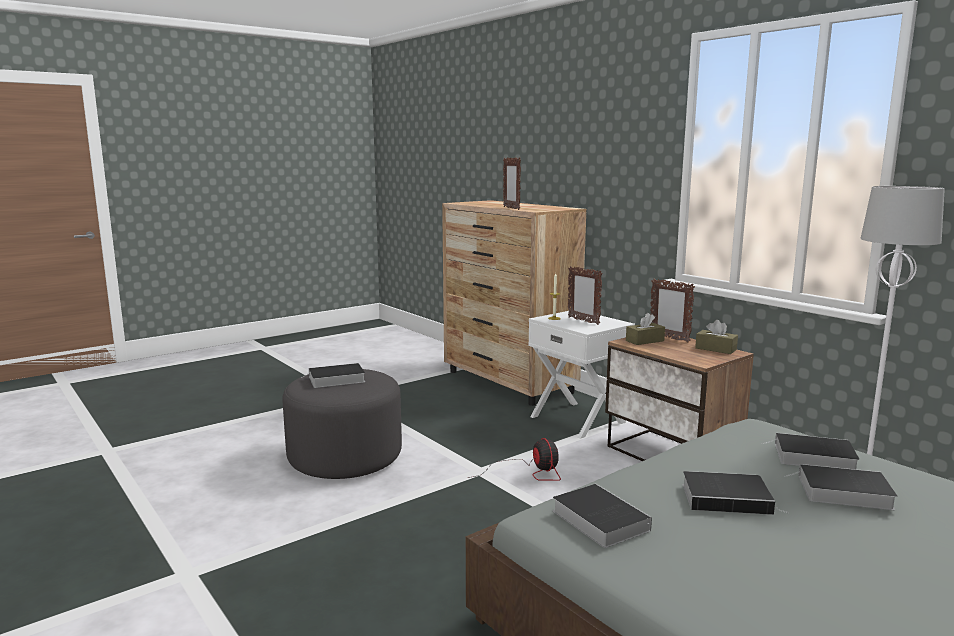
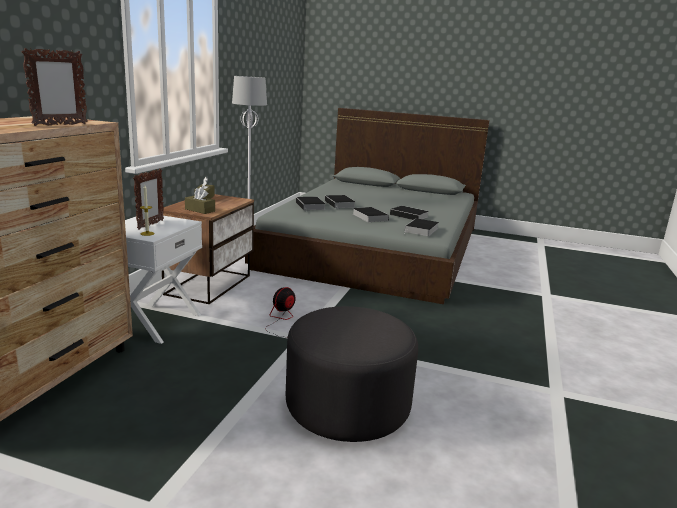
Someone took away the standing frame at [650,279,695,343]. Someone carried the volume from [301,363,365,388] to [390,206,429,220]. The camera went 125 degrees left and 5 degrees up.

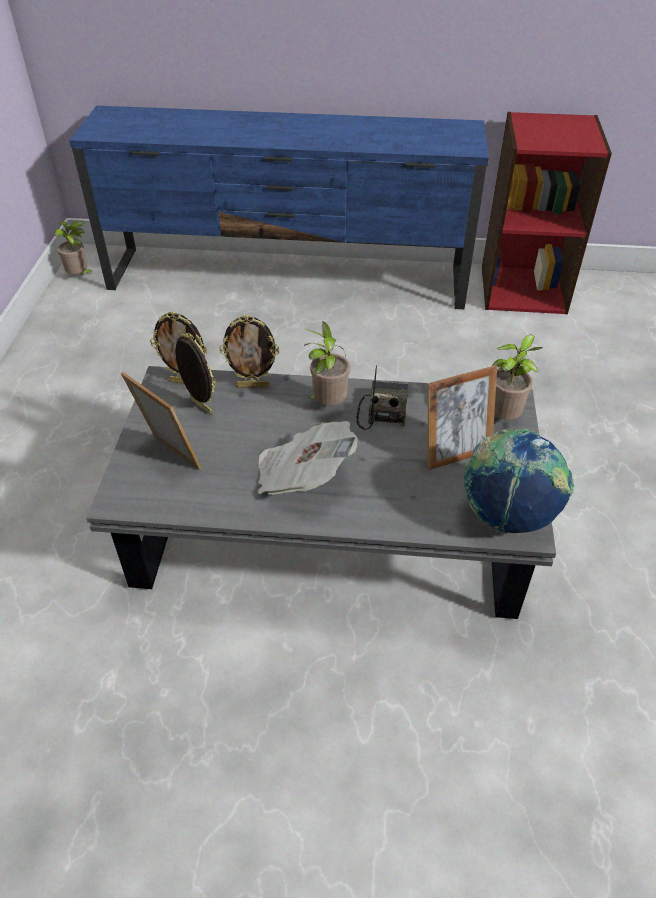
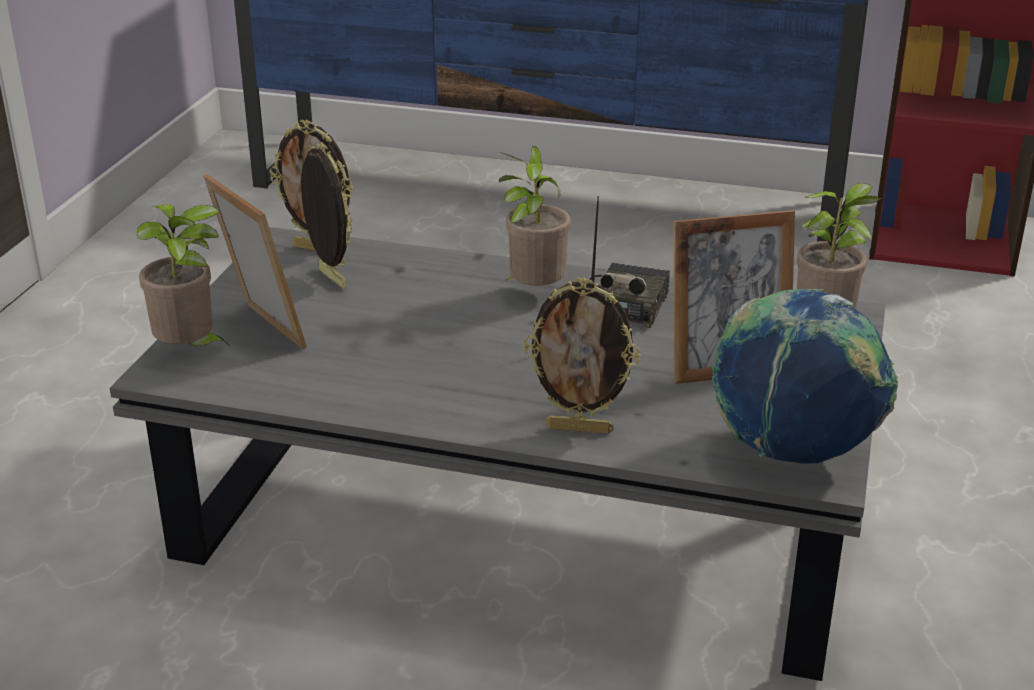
Someone carried the potted plant from [54,221,94,274] to [137,204,229,346]. Someone carried the standing frame from [219,315,279,388] to [524,278,640,434]. Someone took away the daily paper at [258,421,358,495]. The camera went 10 degrees right and 15 degrees down.

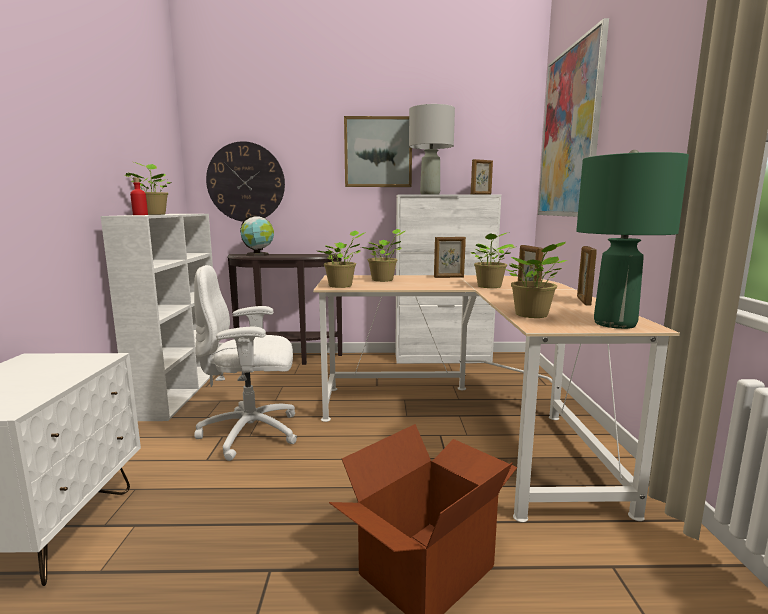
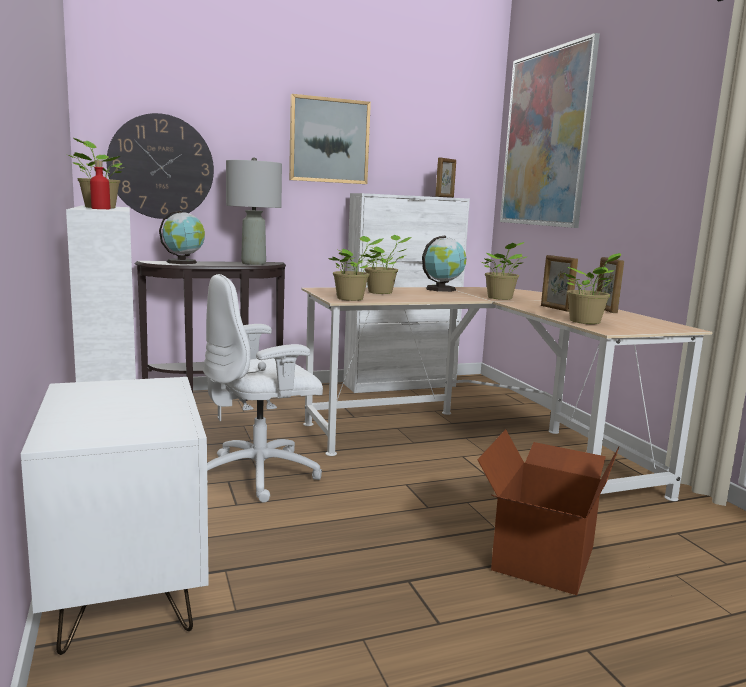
Someone carried the gray table lamp from [409,104,455,195] to [226,157,282,265]. Someone took away the green table lamp at [576,150,689,329]. Someone swapped the standing frame at [434,237,466,278] for the desk globe at [422,236,466,292]. The camera went 20 degrees left and 0 degrees up.

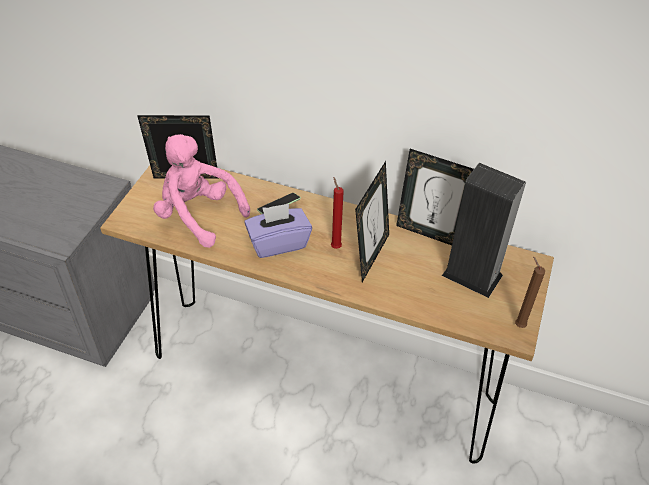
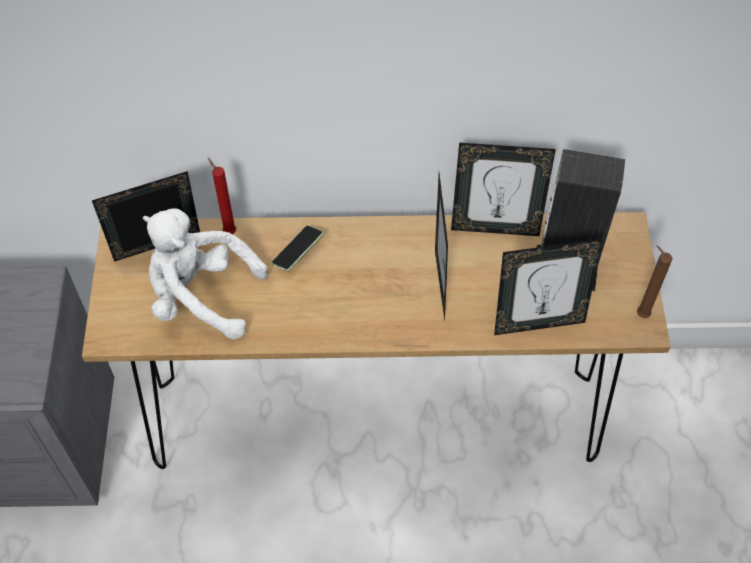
Someone repainted the pink plush toy at [153,134,250,248], which became the whitish plush toy at [143,208,268,340]. Someone carried the red wax candle from [331,177,344,249] to [207,157,236,234]. Someone took away the purple-coloured tissue holder at [244,203,312,258]. Someone put down the standing frame at [494,239,603,335]. The camera went 20 degrees left and 10 degrees up.

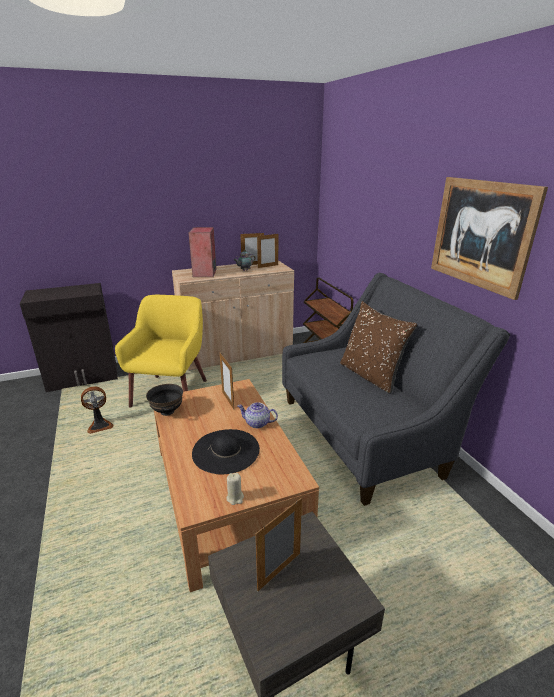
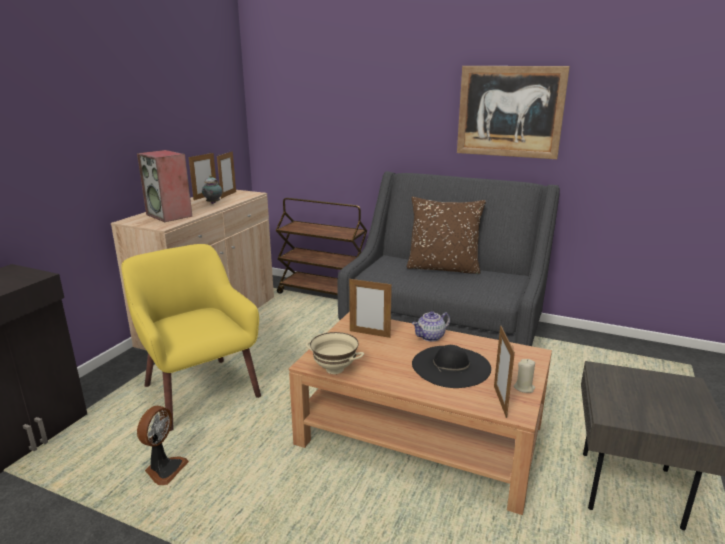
Someone repainted the blackish deep dish at [146,384,183,416], which became the beige deep dish at [306,332,364,374]. Someone carried the standing frame from [255,498,302,591] to [494,326,515,418]. The camera went 45 degrees left and 5 degrees down.

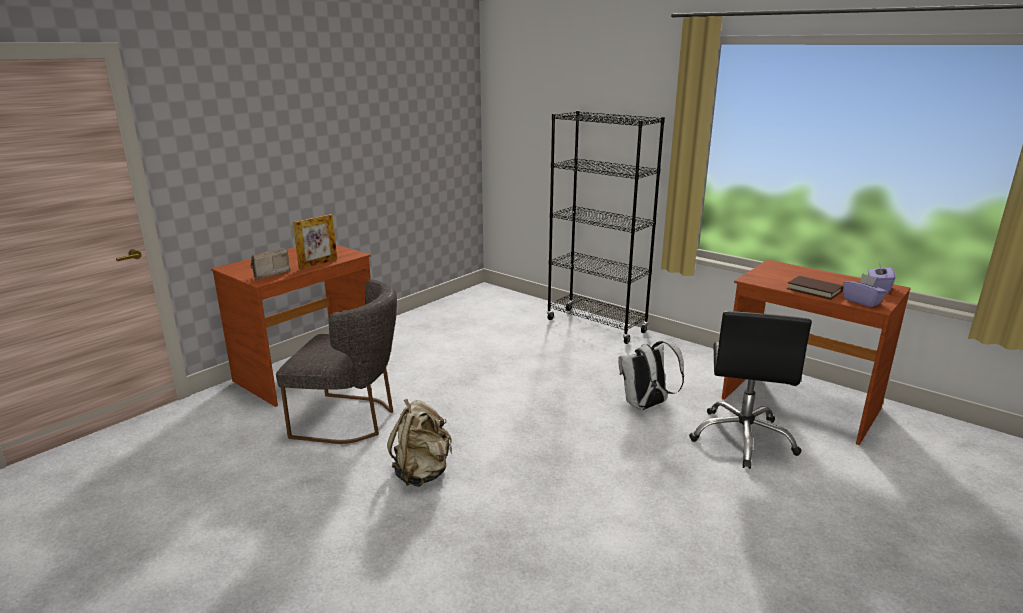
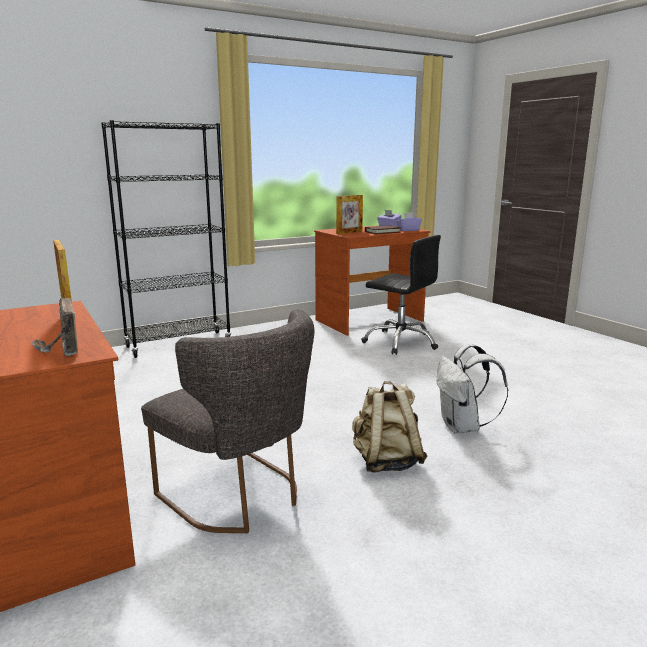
Someone rotated the gray chair at [276,279,397,444] by 105 degrees clockwise. Someone carried the whitish knapsack from [618,340,684,410] to [436,344,508,434]. Someone put down the standing frame at [336,195,363,234]. The camera went 70 degrees left and 5 degrees down.

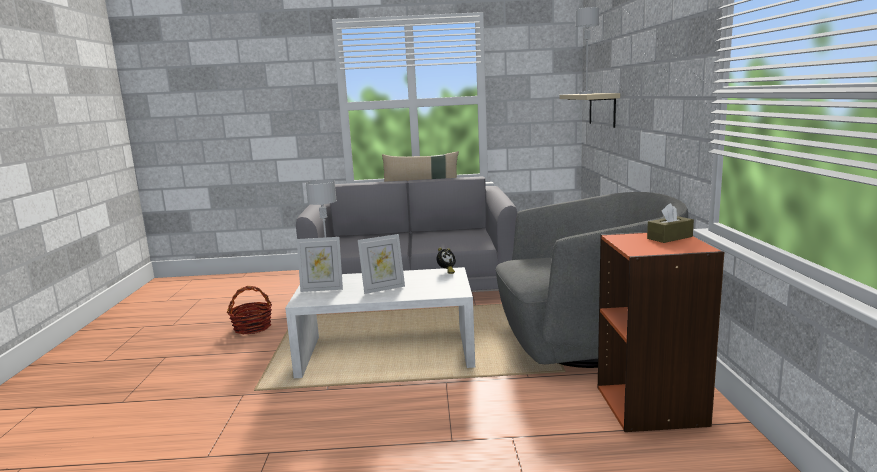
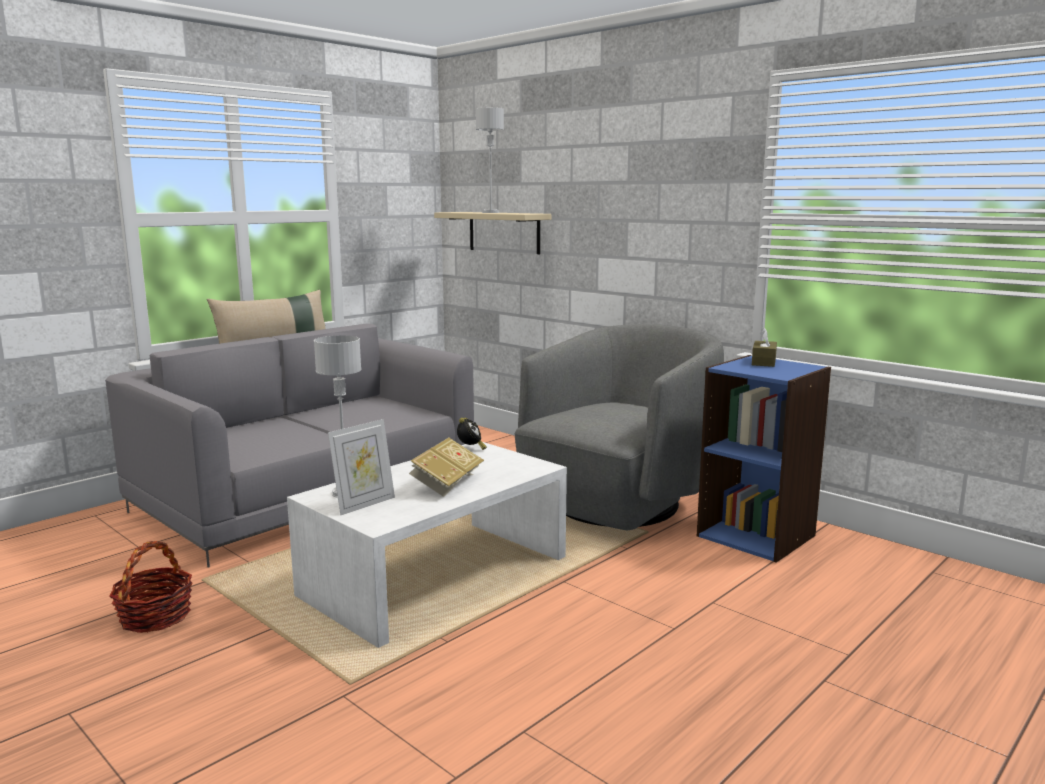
Someone repainted the orange-coloured bookshelf at [598,232,724,432], which became the blue bookshelf at [697,355,831,563]. Someone swapped the standing frame at [358,234,405,294] for the volume at [409,438,484,497]. The camera went 45 degrees left and 0 degrees up.

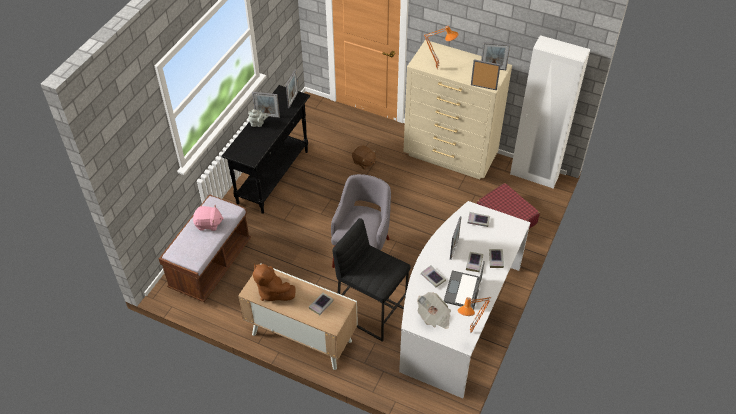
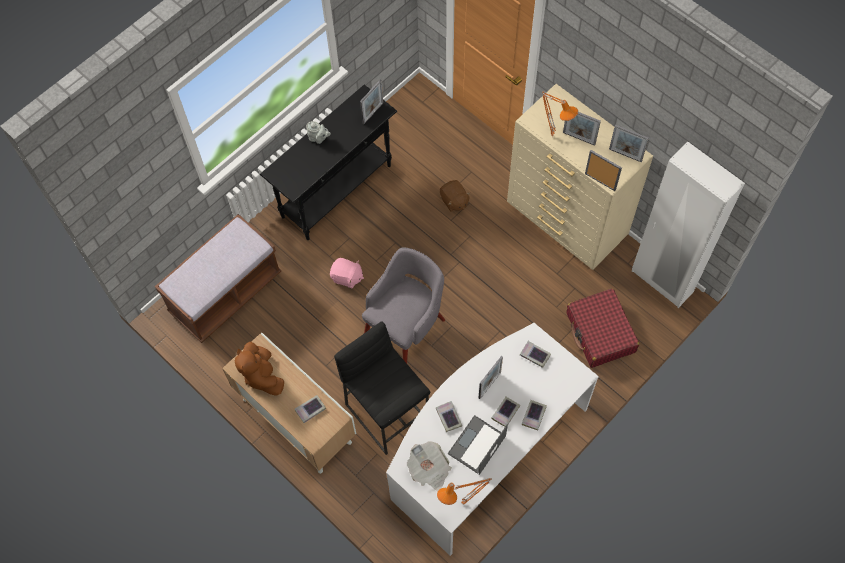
Someone carried the standing frame from [252,92,280,118] to [563,112,601,146]. Someone carried the pink plush toy from [193,205,224,231] to [330,258,364,288]. The camera went 20 degrees right and 15 degrees up.

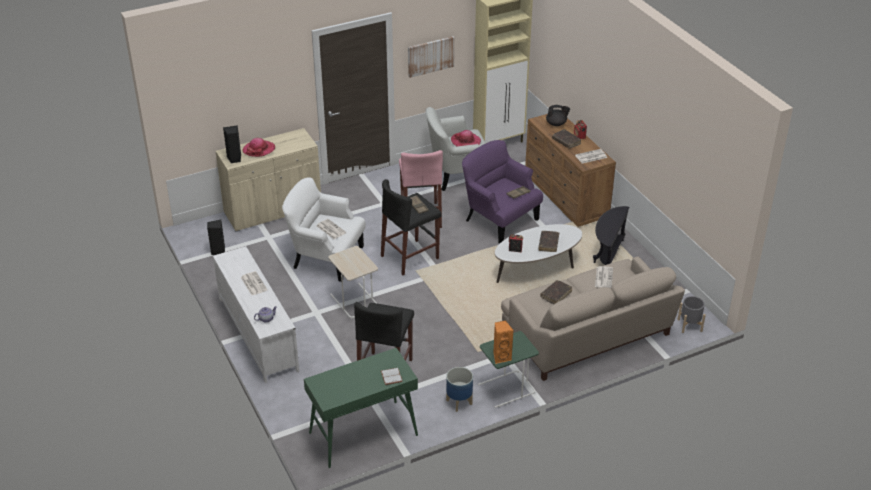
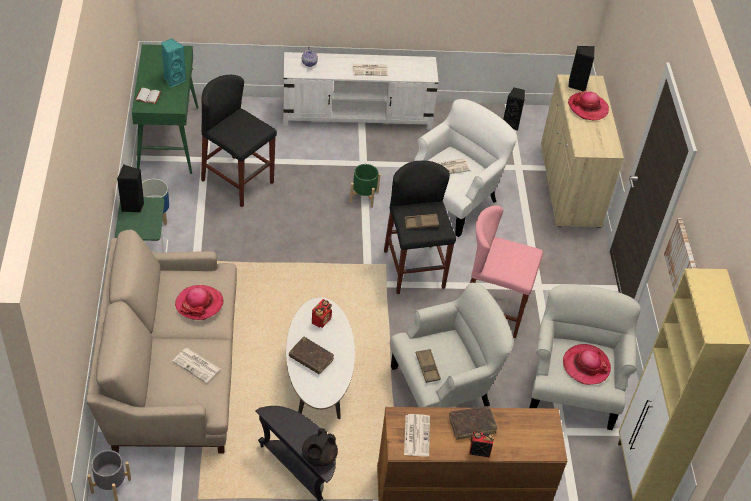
Someone carried the blackish pot for tea from [546,105,570,126] to [302,428,338,466]. Someone repainted the purple-coloured easy chair at [462,140,543,244], which became the whitish easy chair at [390,283,514,407]. Someone swapped the beige side table at [328,246,378,319] for the green plant pot at [350,164,380,208]. Someone swapped the brown volume at [540,280,573,304] for the wearable hat at [175,285,223,320]. Someone repainted the orange-coloured audio speaker at [493,320,513,364], which became the blackish audio speaker at [117,165,144,213]. Someone put down the turquoise audio speaker at [161,38,186,88]. The camera went 110 degrees right and 10 degrees up.

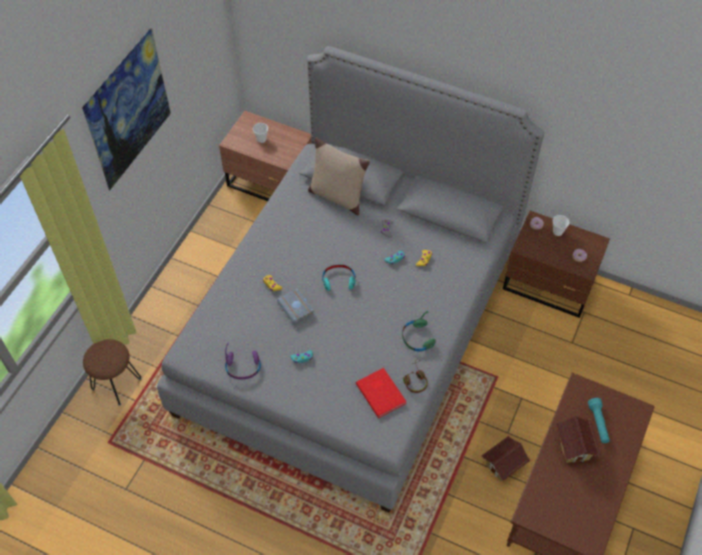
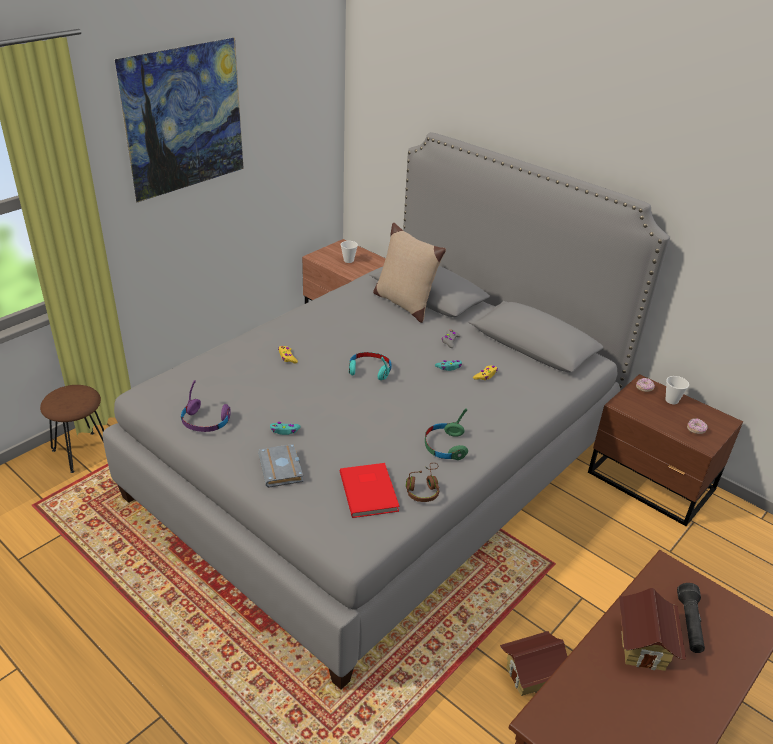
Someone carried the gray volume from [277,288,315,325] to [258,444,303,488]. Someone repainted the turquoise flashlight at [588,398,610,443], which became the blackish flashlight at [677,583,705,653]. The camera went 15 degrees right and 20 degrees down.

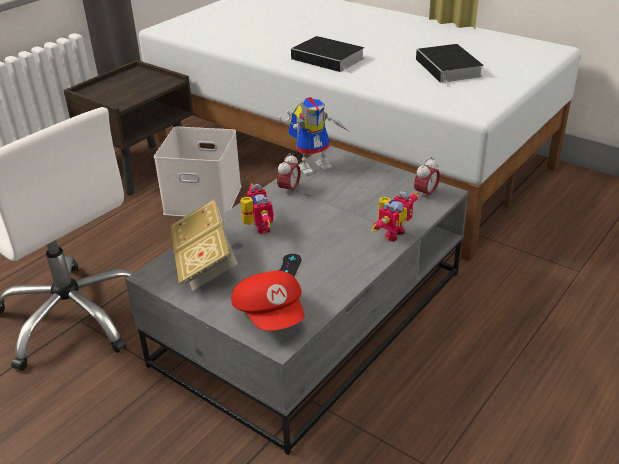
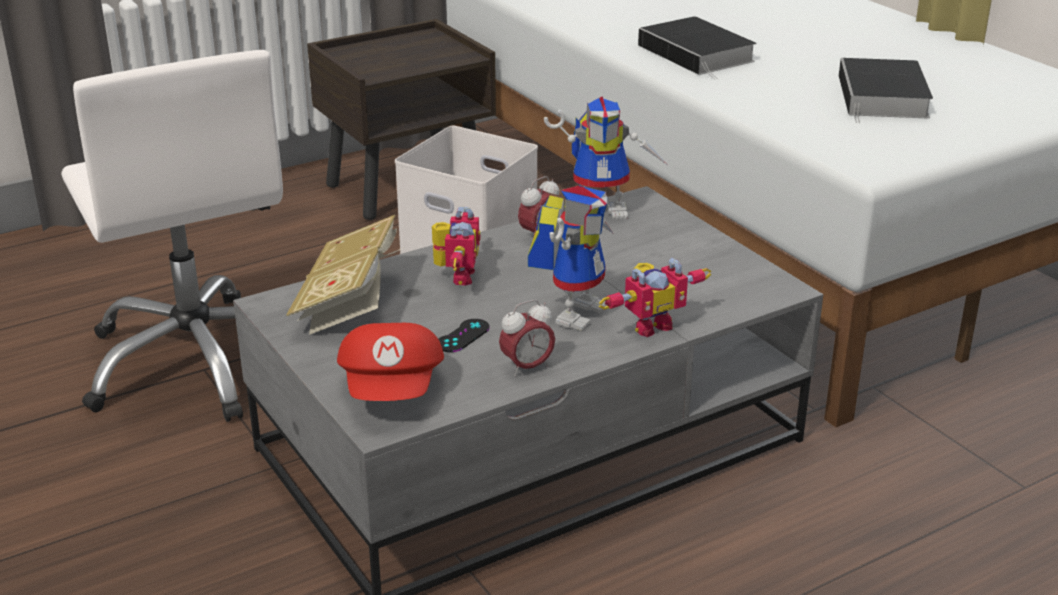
Someone carried the bedside clock from [414,157,440,200] to [499,300,555,377]. Someone put down the robot figure at [528,186,614,331]. The camera went 20 degrees right and 5 degrees down.

